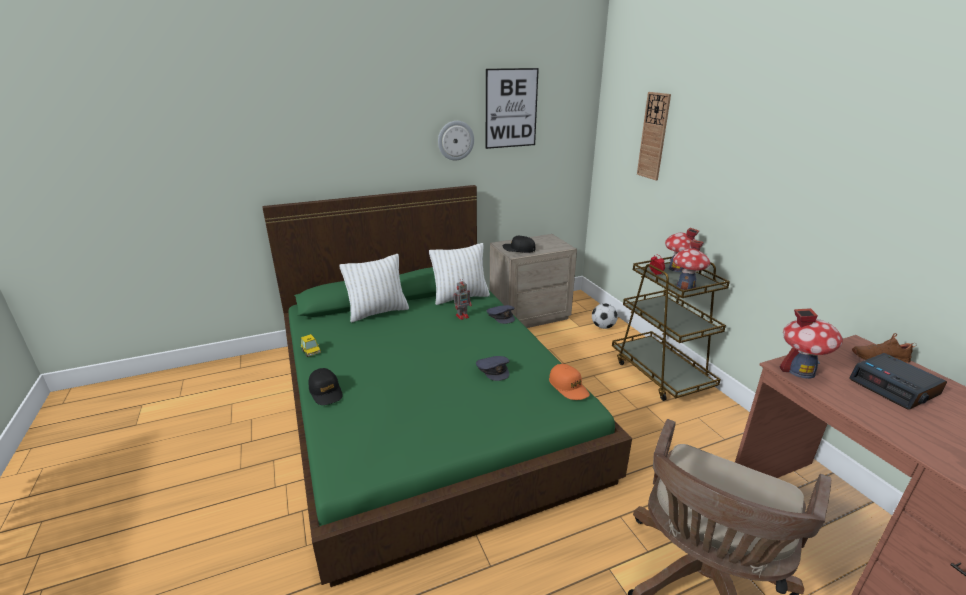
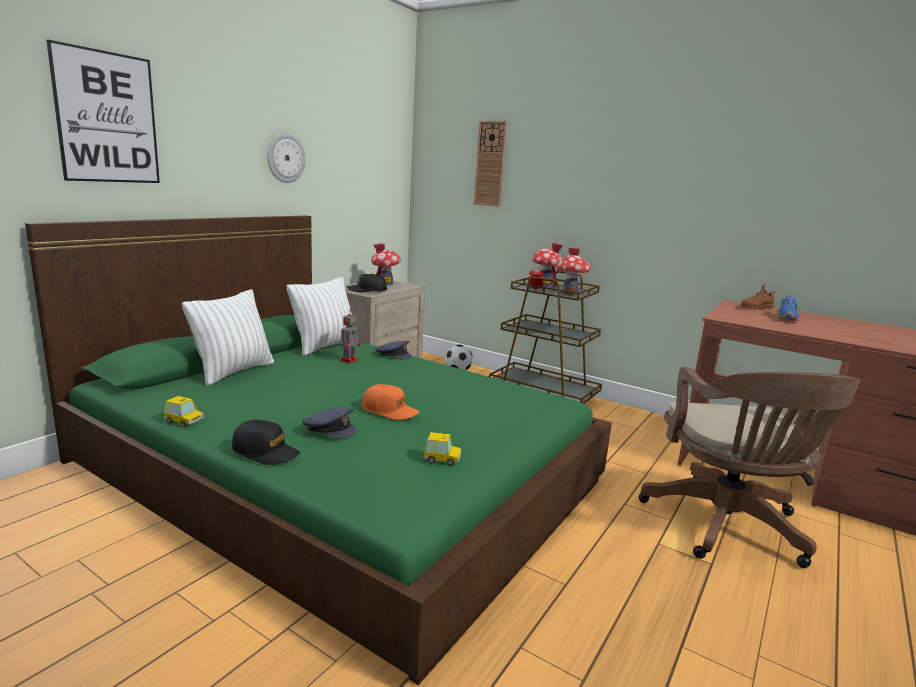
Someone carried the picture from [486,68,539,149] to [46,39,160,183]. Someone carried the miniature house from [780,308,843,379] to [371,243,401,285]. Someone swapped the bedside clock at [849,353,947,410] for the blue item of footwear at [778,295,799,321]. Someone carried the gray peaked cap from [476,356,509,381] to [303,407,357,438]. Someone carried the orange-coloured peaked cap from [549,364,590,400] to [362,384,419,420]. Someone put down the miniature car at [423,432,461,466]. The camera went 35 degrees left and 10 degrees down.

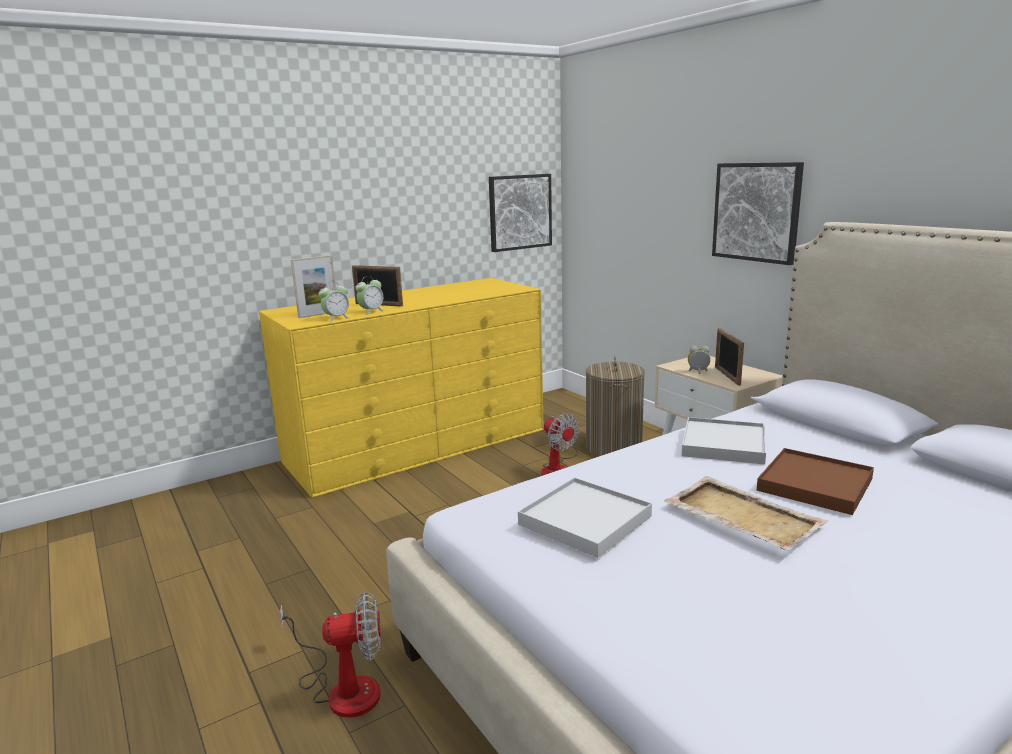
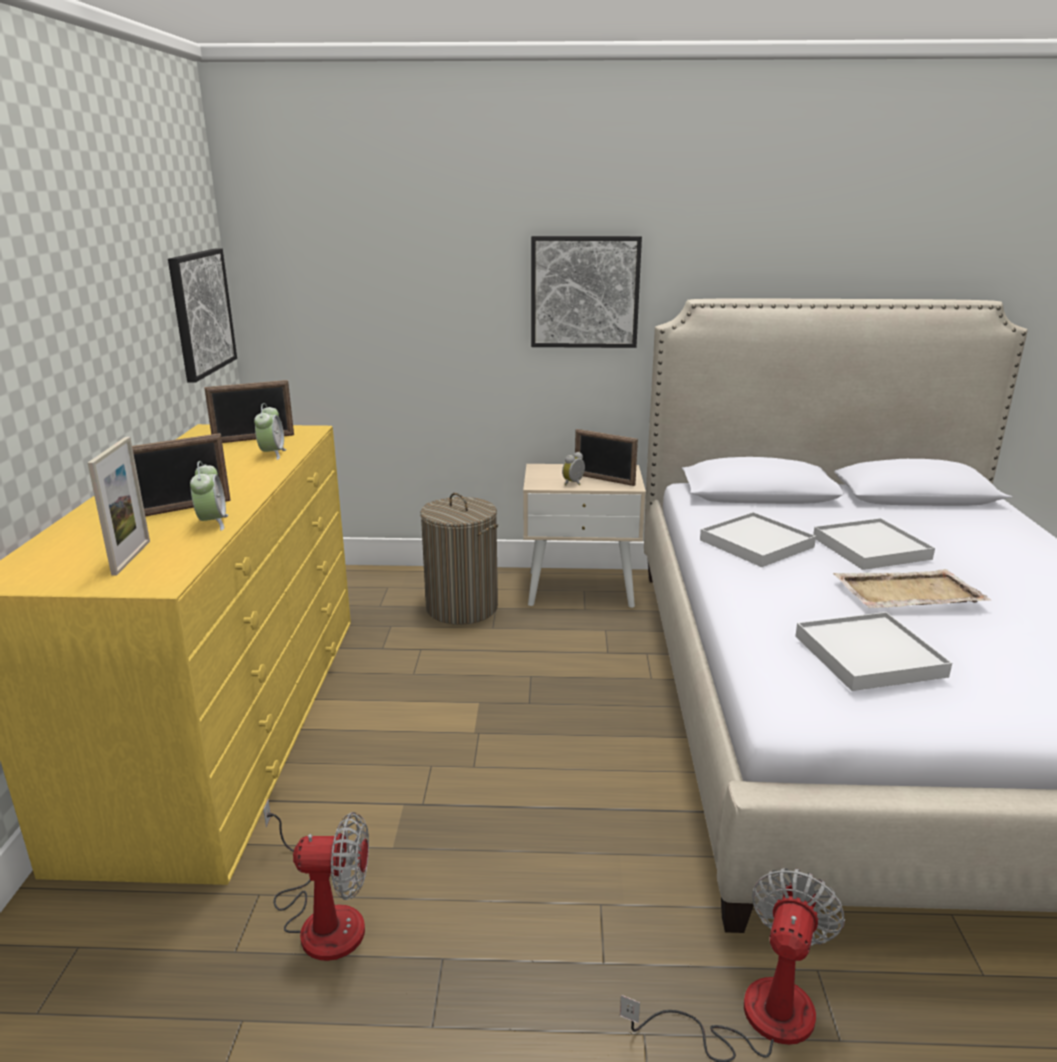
Someone carried the bedside clock from [319,282,351,322] to [254,403,286,460]. Someone carried the electric fan from [542,413,580,476] to [263,799,369,961]. Someone repainted the brown tray at [757,448,874,515], which became the whitish tray at [813,518,935,570]. Someone put down the standing frame at [204,380,294,443]. The camera went 55 degrees left and 5 degrees up.

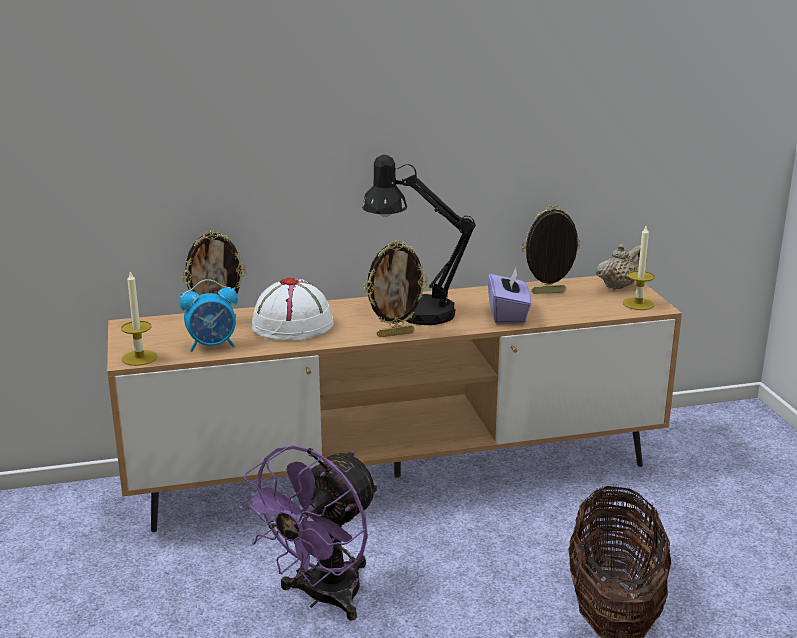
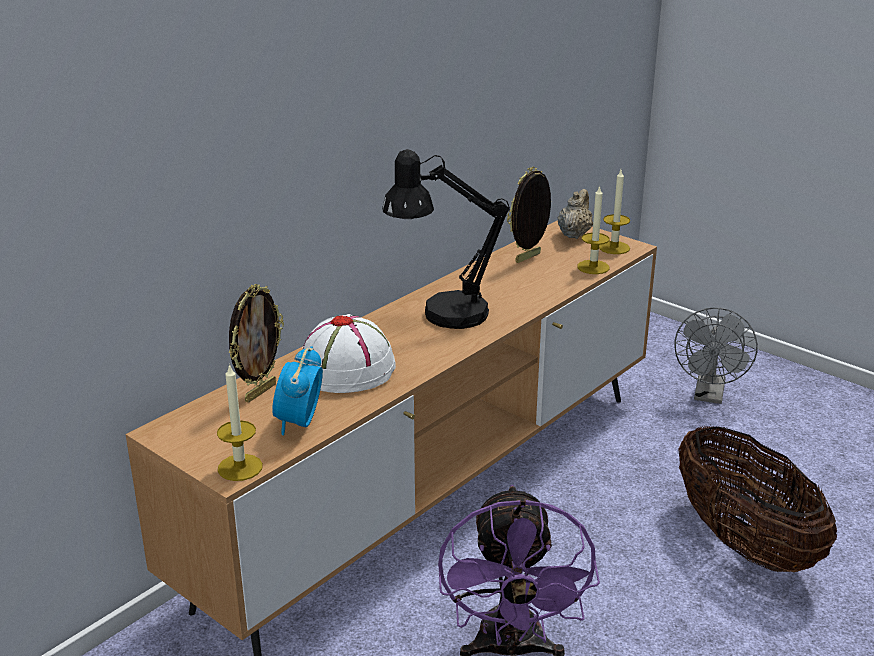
Someone took away the standing frame at [364,241,428,337]. Someone took away the purple-coloured tissue holder at [488,268,531,324]. Someone rotated the bedside clock at [180,279,238,352] by 150 degrees clockwise. Someone put down the wax candle at [577,185,610,274]. Someone put down the gray electric fan at [674,308,758,404]. The camera went 35 degrees left and 5 degrees up.

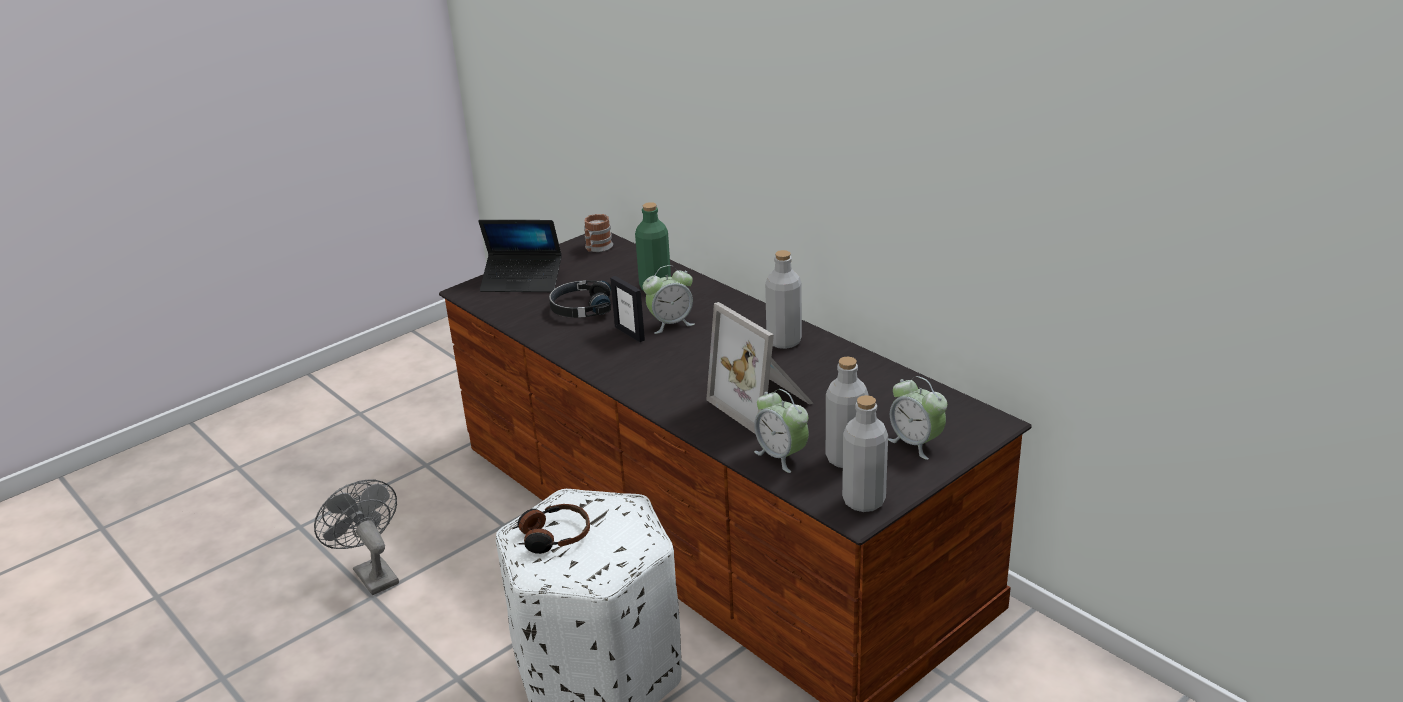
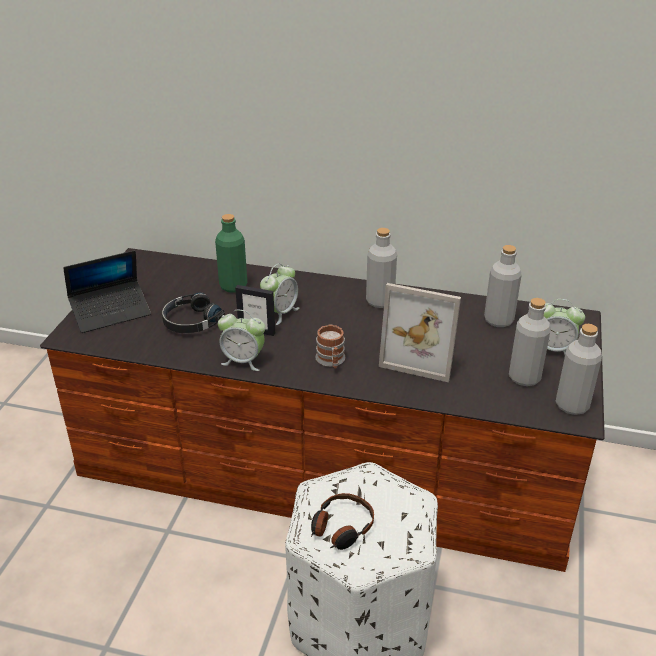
Someone carried the mug from [584,214,613,252] to [315,325,345,369]. Someone carried the bedside clock from [754,389,809,473] to [218,310,265,371]. Someone took away the gray electric fan at [314,479,399,595]. Someone put down the gray bottle at [484,245,522,327]. The camera went 35 degrees left and 5 degrees up.

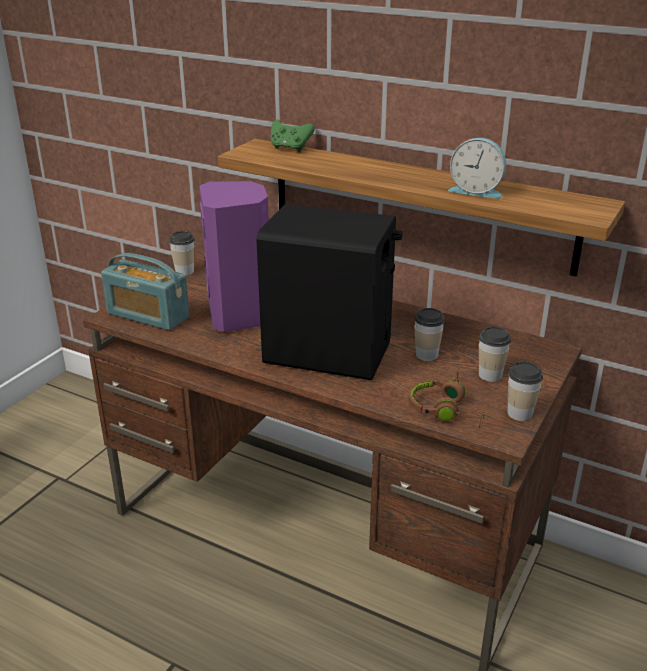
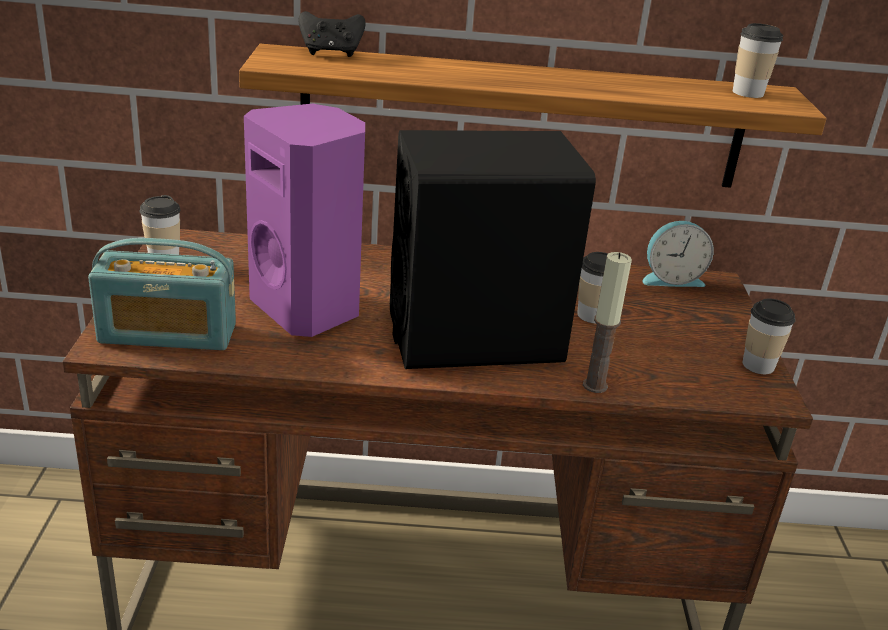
Someone repainted the green joypad at [271,120,315,152], which became the blackish joypad at [299,11,365,57]. Someone carried the bedside clock from [448,138,506,199] to [642,221,714,287]. Someone carried the small cup from [479,327,511,382] to [733,23,783,98]. Someone took away the brown headphones at [409,371,485,428]. Someone put down the wax candle at [583,252,632,393]. The camera went 30 degrees left and 0 degrees up.

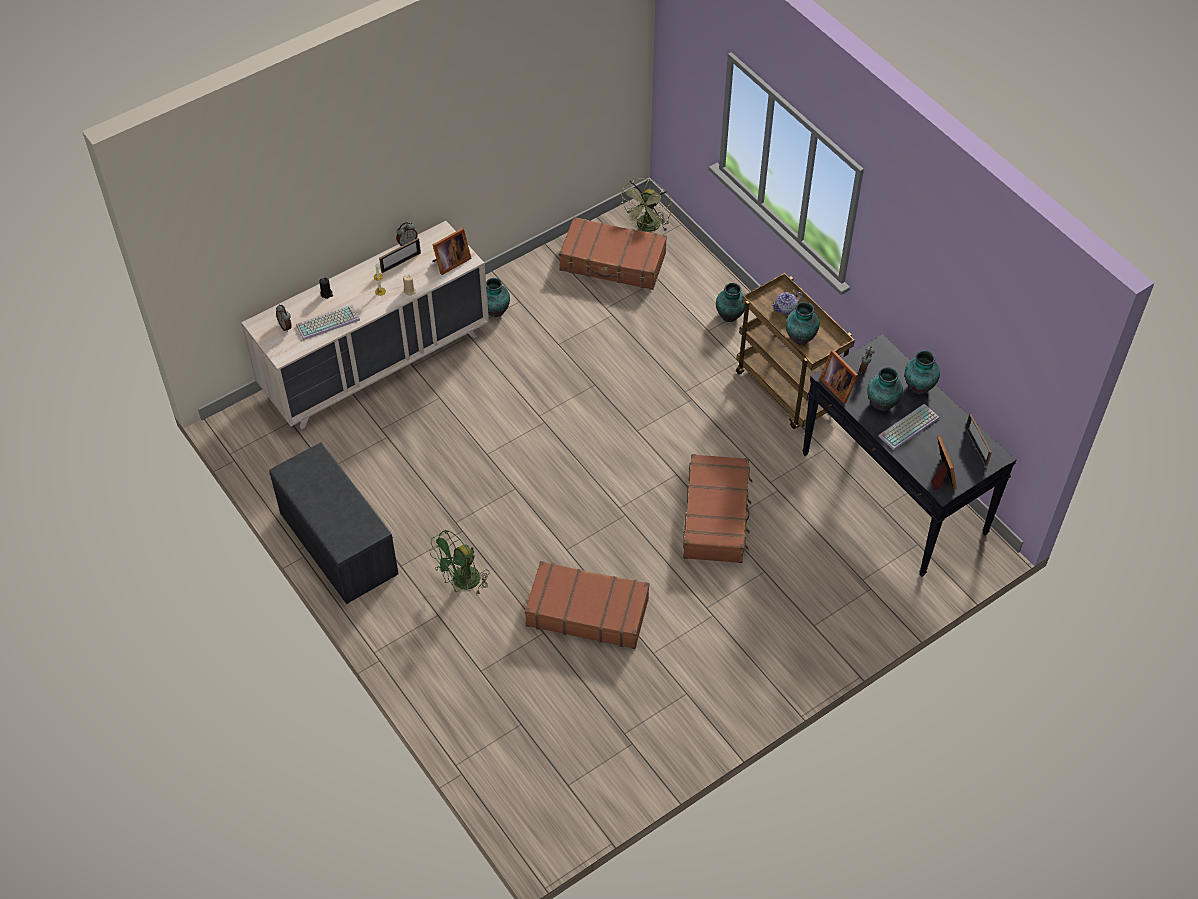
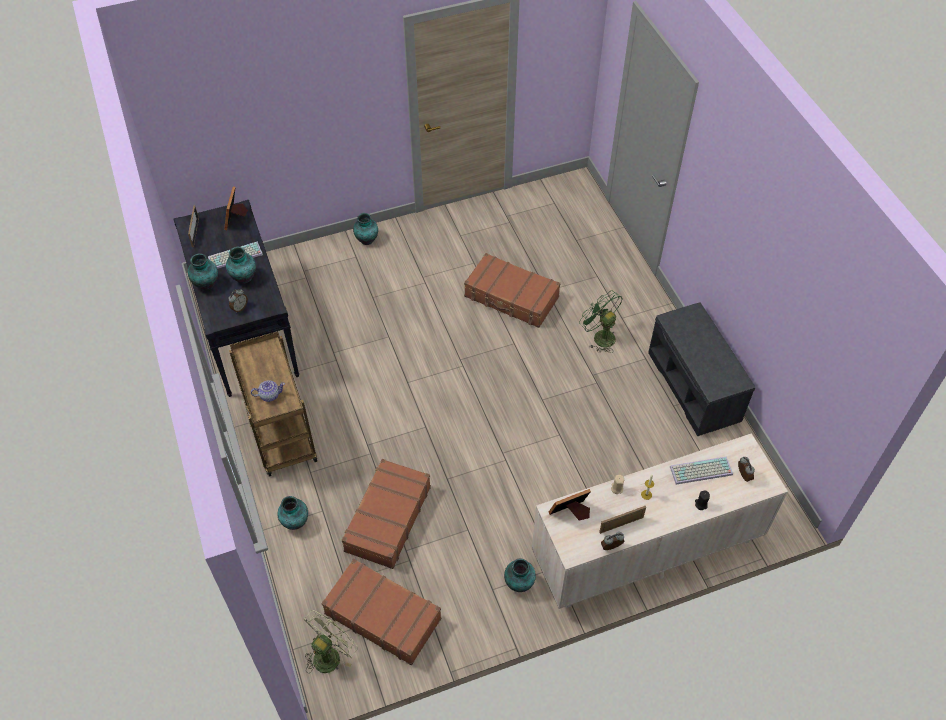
Someone carried the decorative vase from [786,302,820,345] to [353,213,378,245]. Someone took away the standing frame at [820,350,858,404]. Someone carried the brown travel case from [683,454,752,563] to [342,459,431,569]. Someone rotated the green electric fan at [429,530,489,594] by 105 degrees counterclockwise. The camera went 165 degrees left and 0 degrees up.

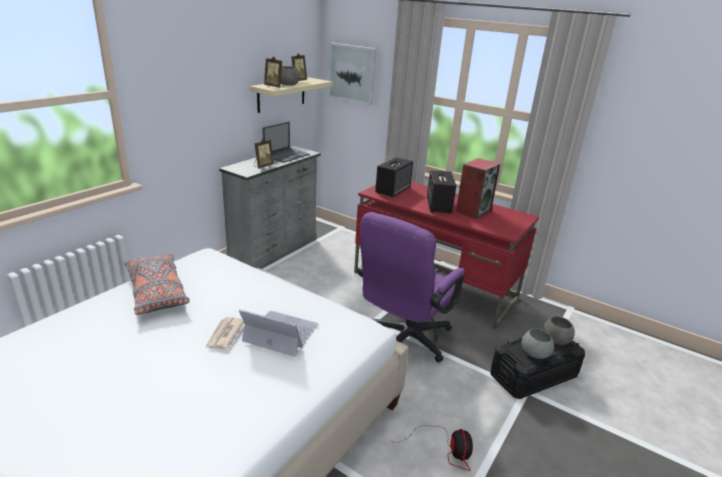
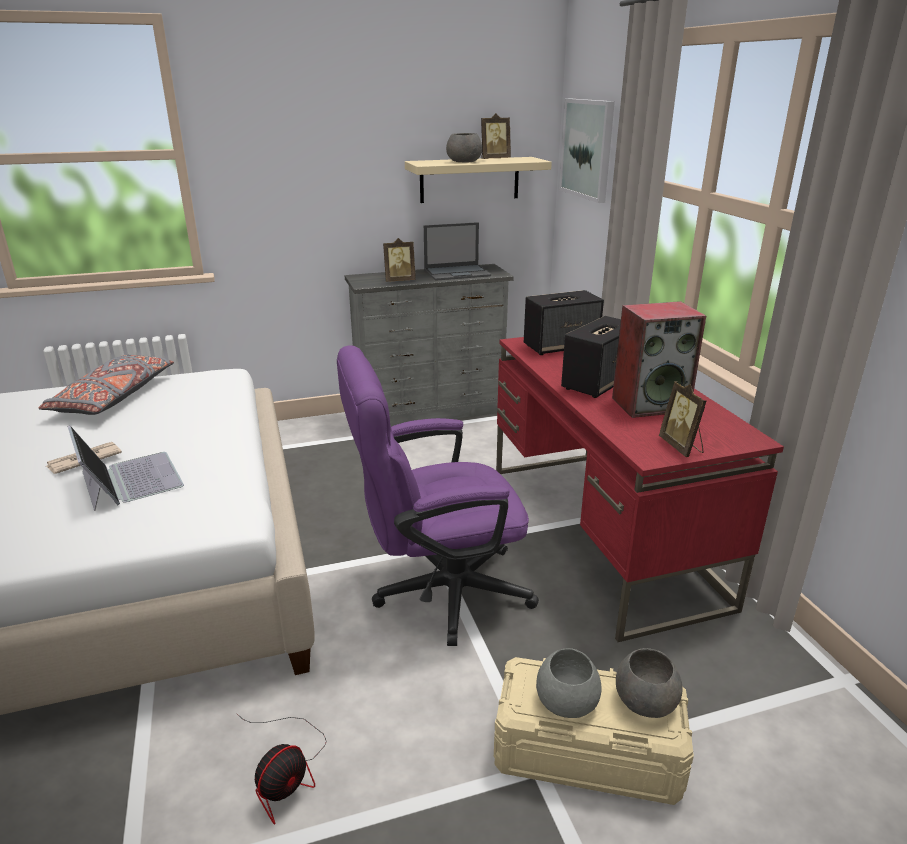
Someone carried the standing frame from [264,56,284,88] to [659,381,706,457]. Someone repainted the blackish storage container at [490,338,585,399], which became the beige storage container at [494,657,694,805]. The camera went 40 degrees right and 0 degrees up.

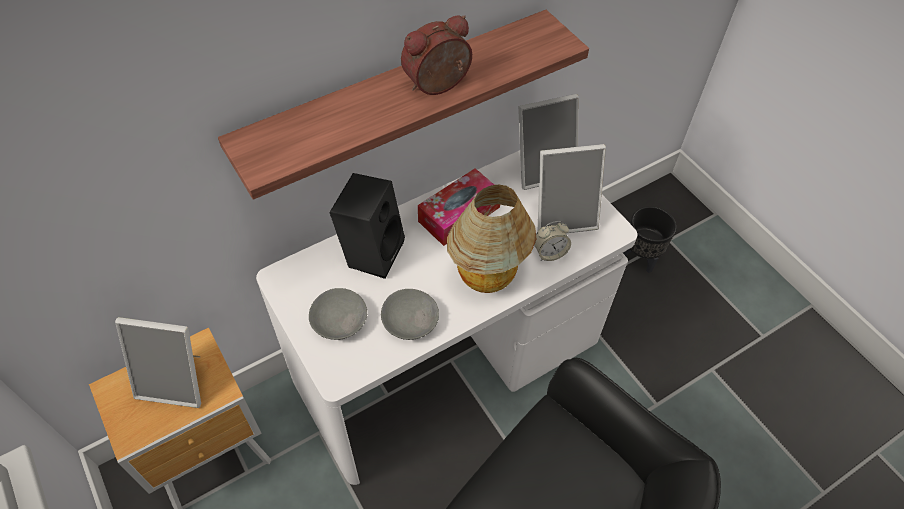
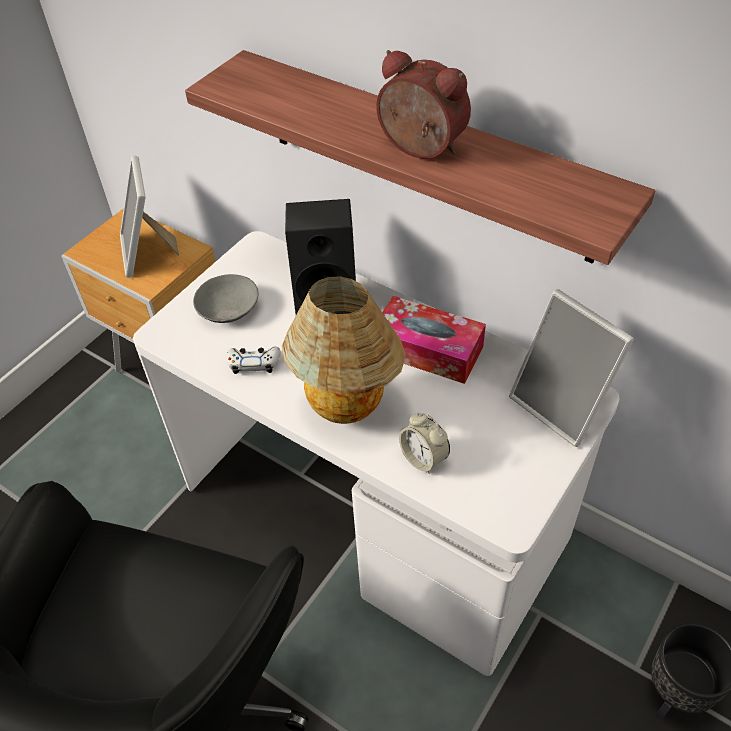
Someone took away the standing frame at [537,144,606,233]. Someone swapped the gray deep dish at [381,289,439,340] for the whitish joypad at [226,347,281,374]. The camera went 70 degrees right and 5 degrees down.

